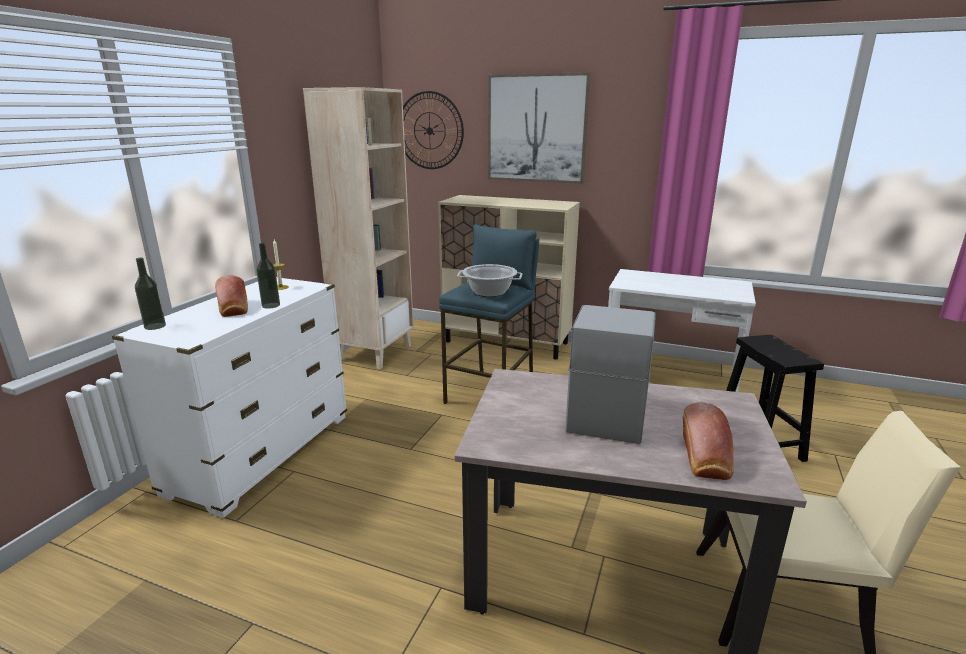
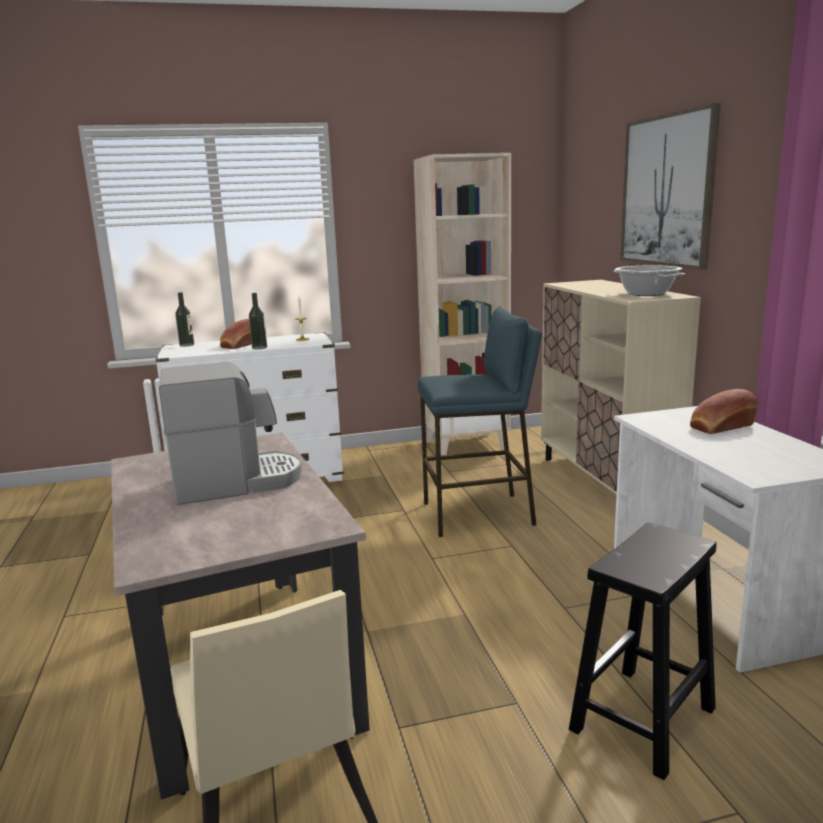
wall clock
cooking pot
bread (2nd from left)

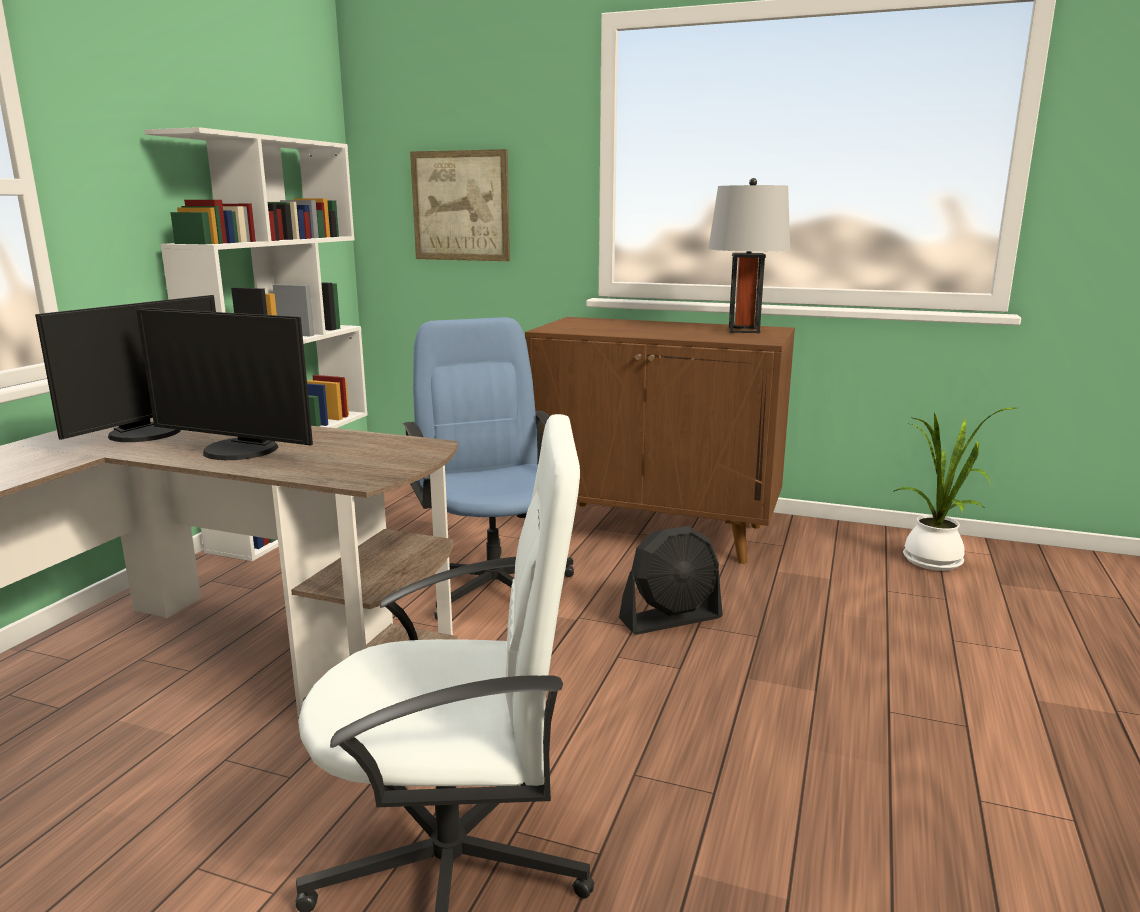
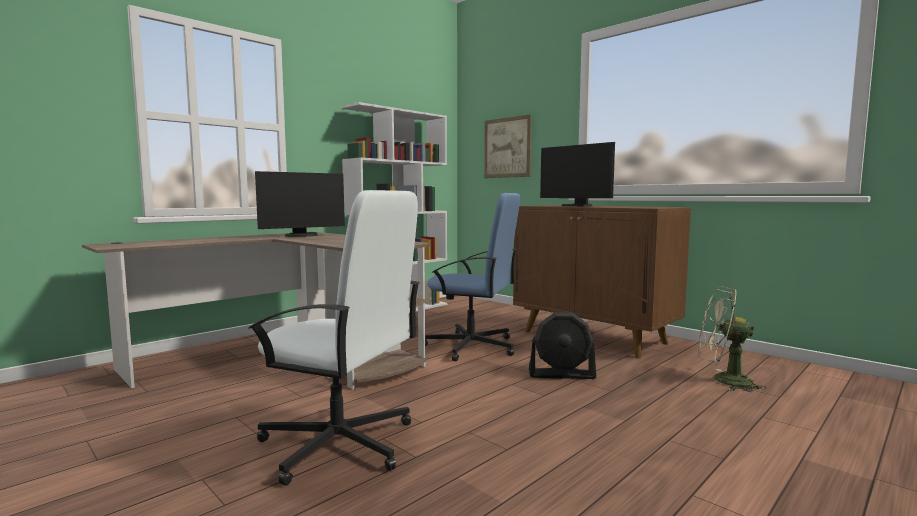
monitor (2nd from left)
blue office chair
grey table lamp
potted plant
beige fan

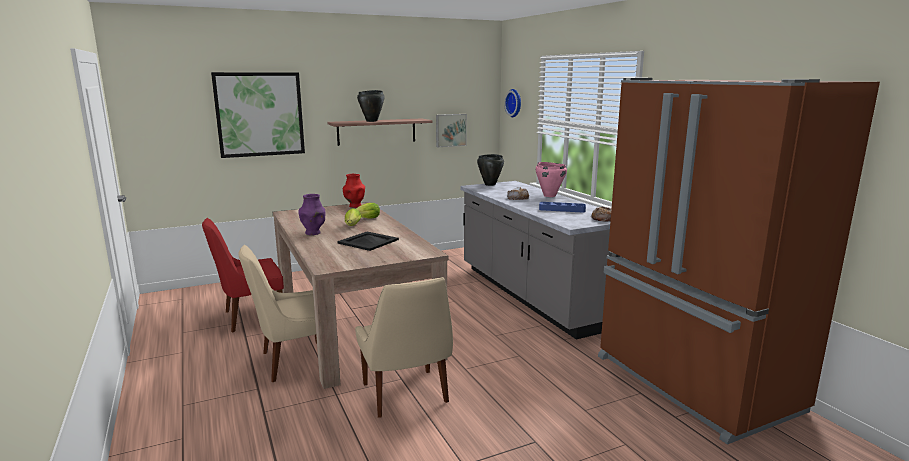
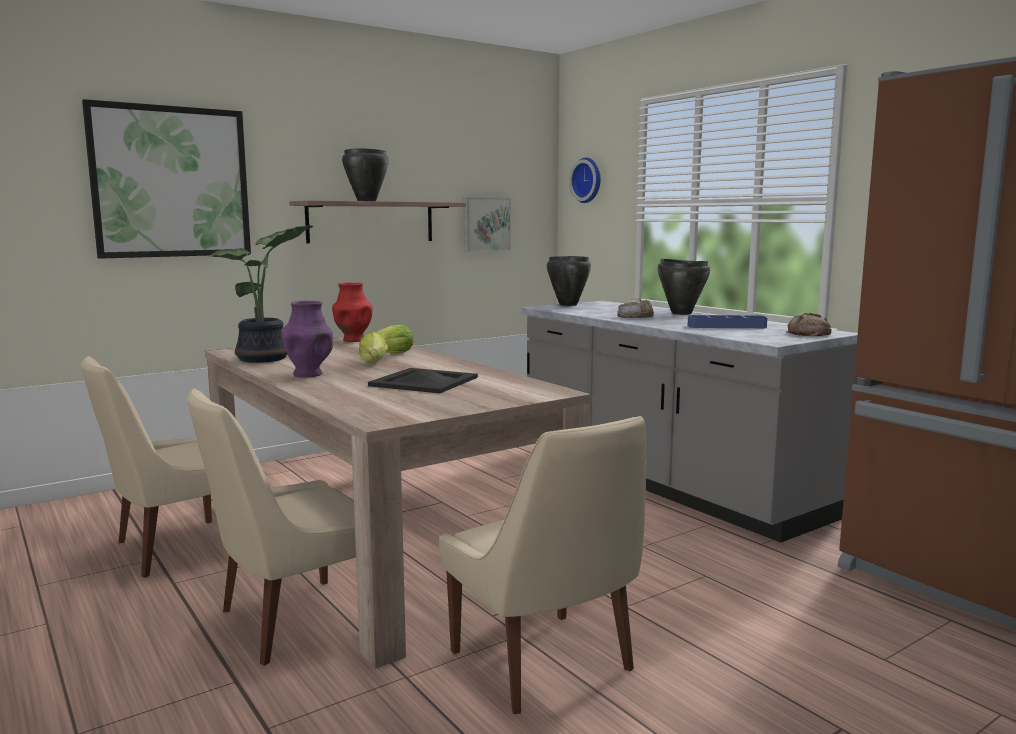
beige chair (1st from left)
black cooking pot (3rd from left)
potted plant

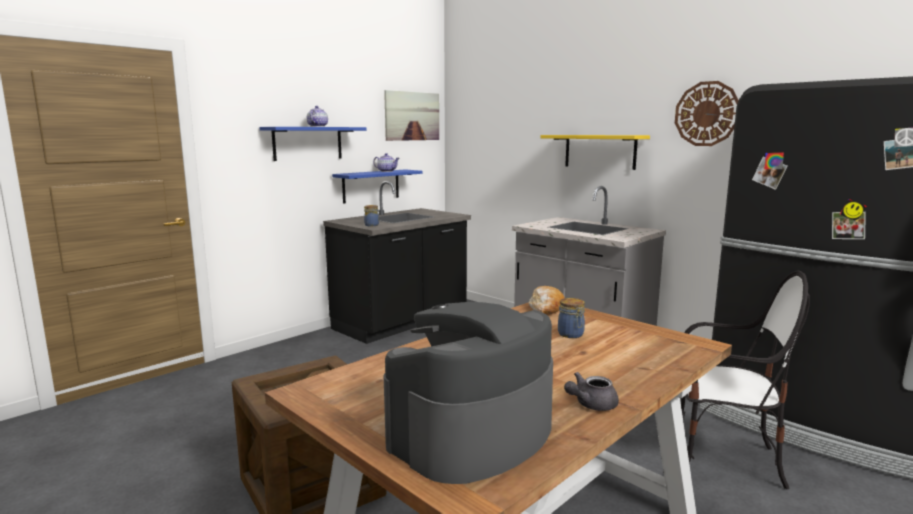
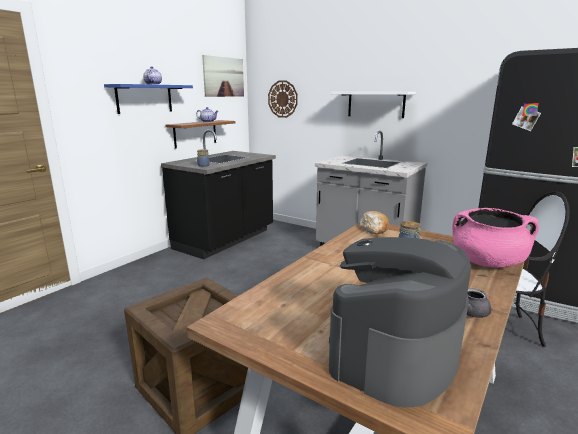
brown shelf
white shelf
wall clock
pink cooking pot

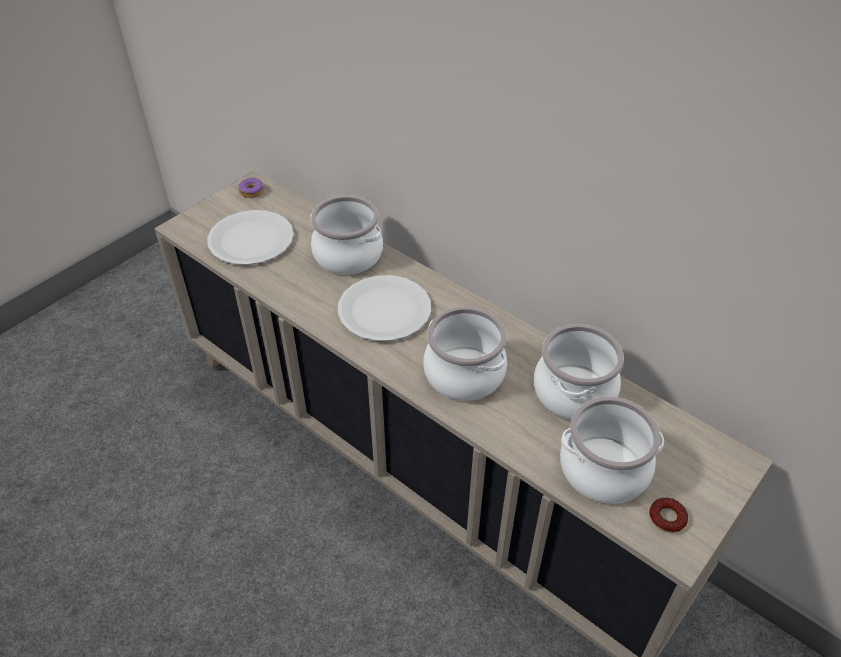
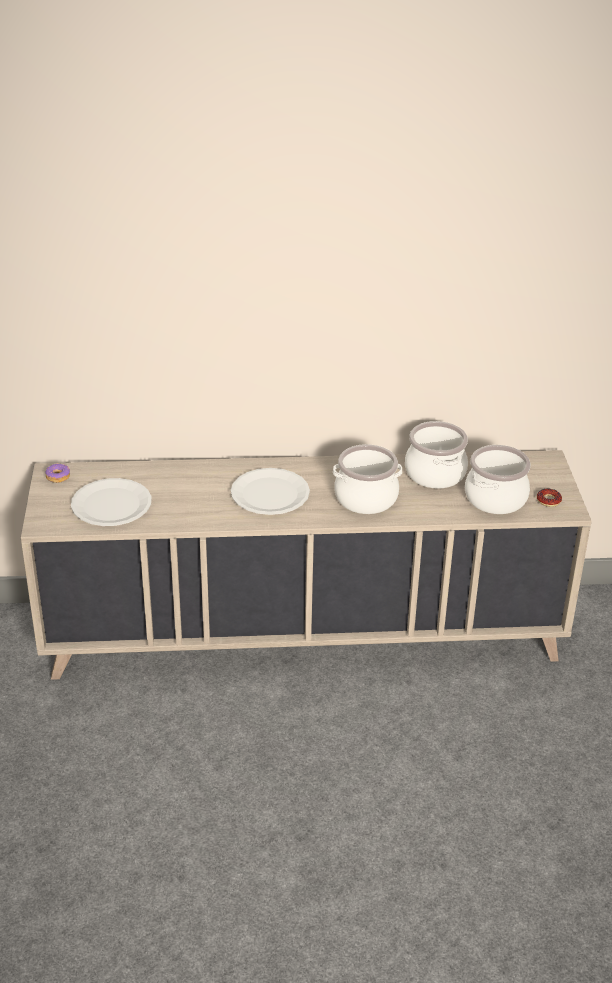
cooking pot (1st from left in the first image)

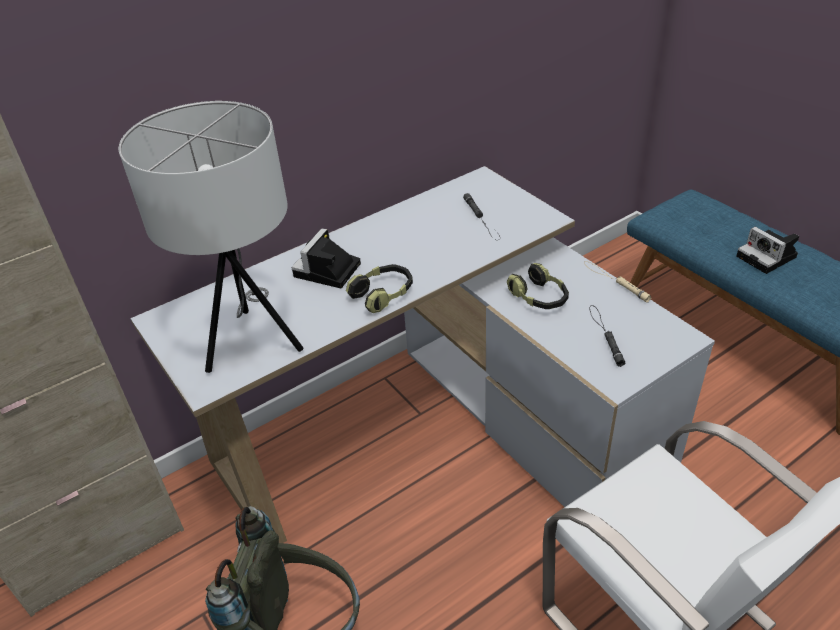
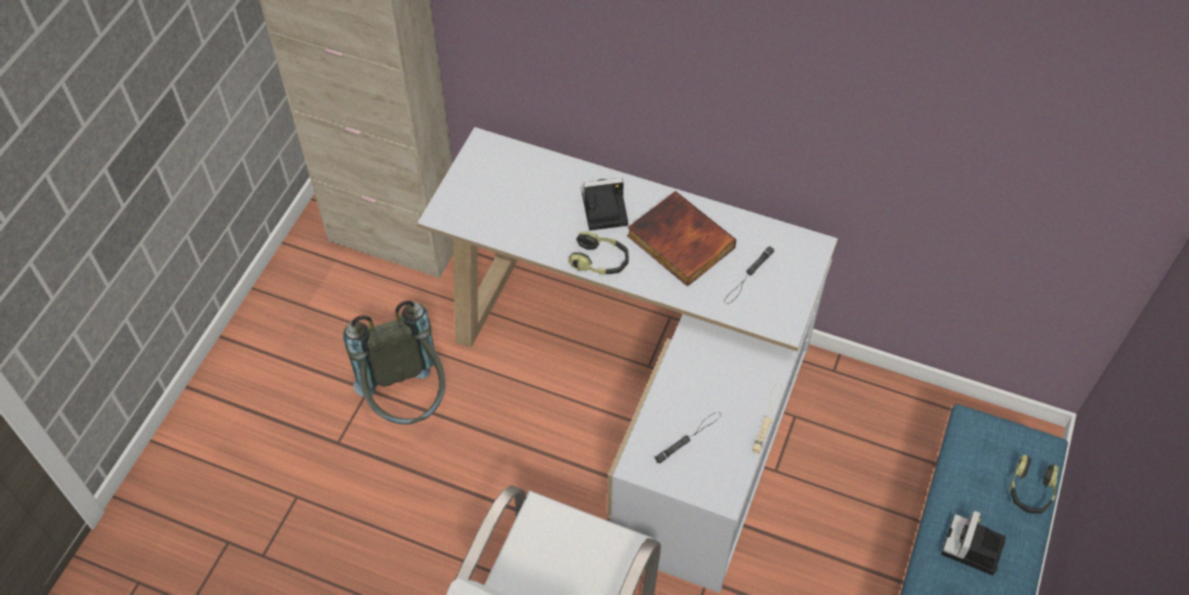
white table lamp
headphones (2nd from left)
book

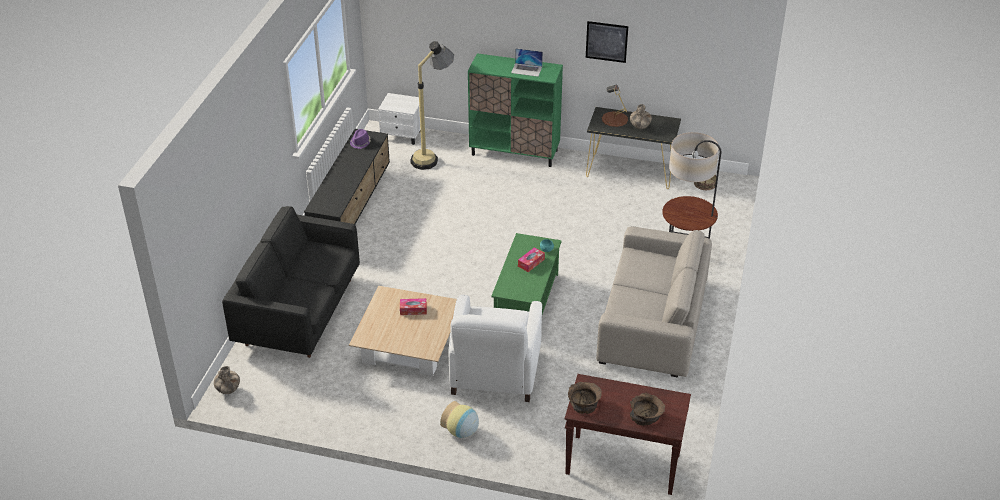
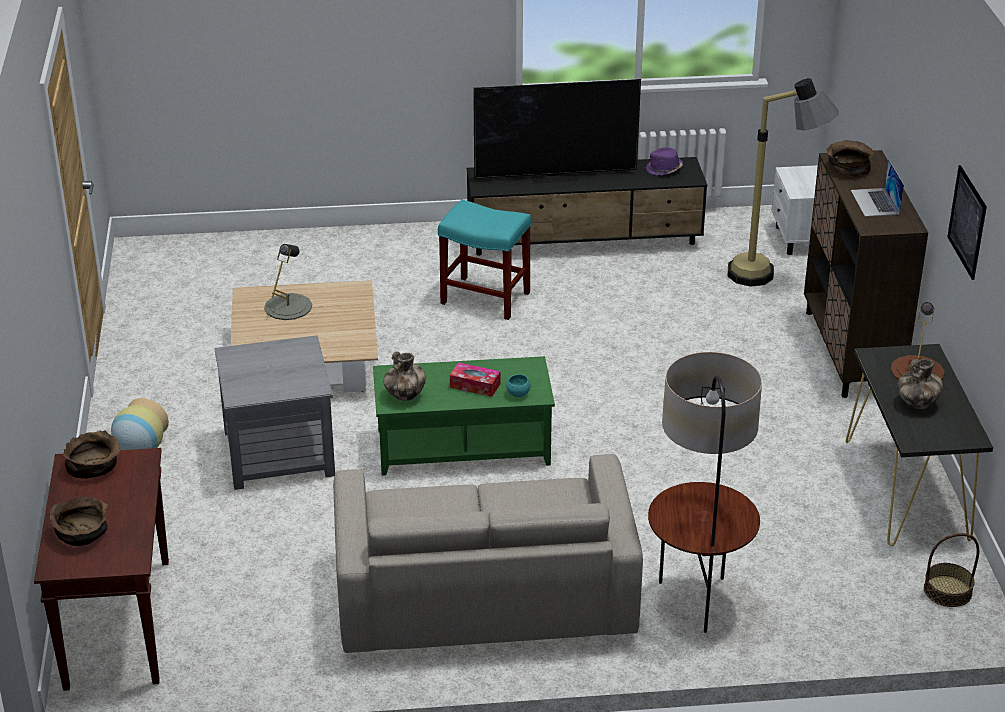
vase (2nd from left)
black sofa
tissue box (1st from left in the first image)
grey side table
brown cabinet
grey table lamp
turquoise stool
television
brown bowl (3rd from left)

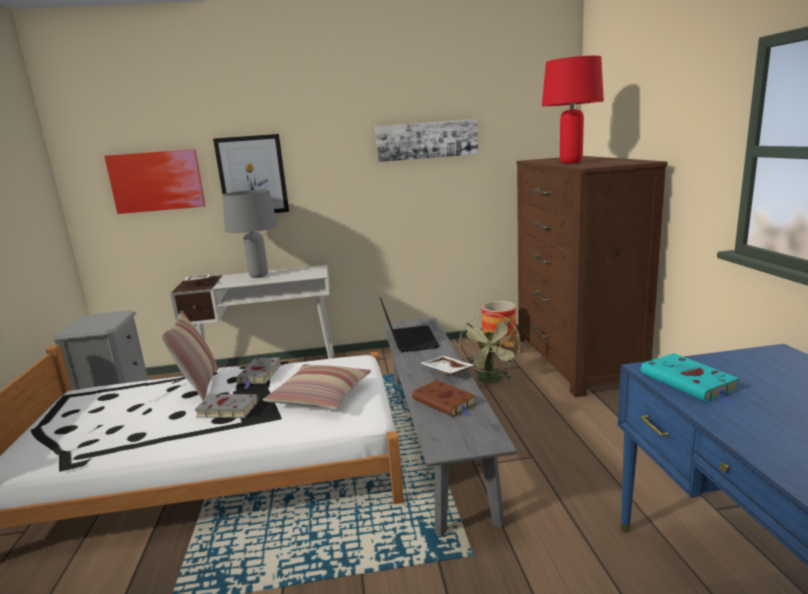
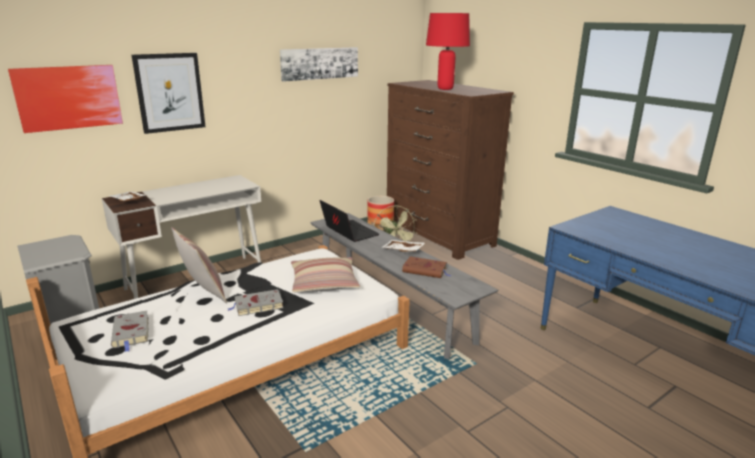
grey table lamp
grey book (1st from left)
turquoise book

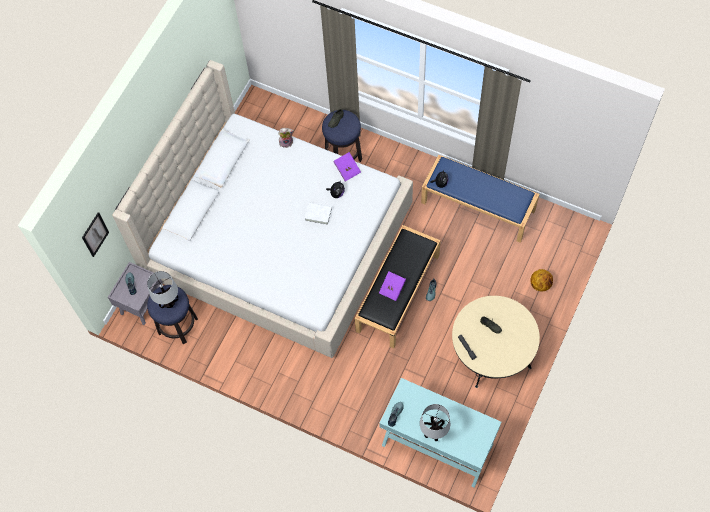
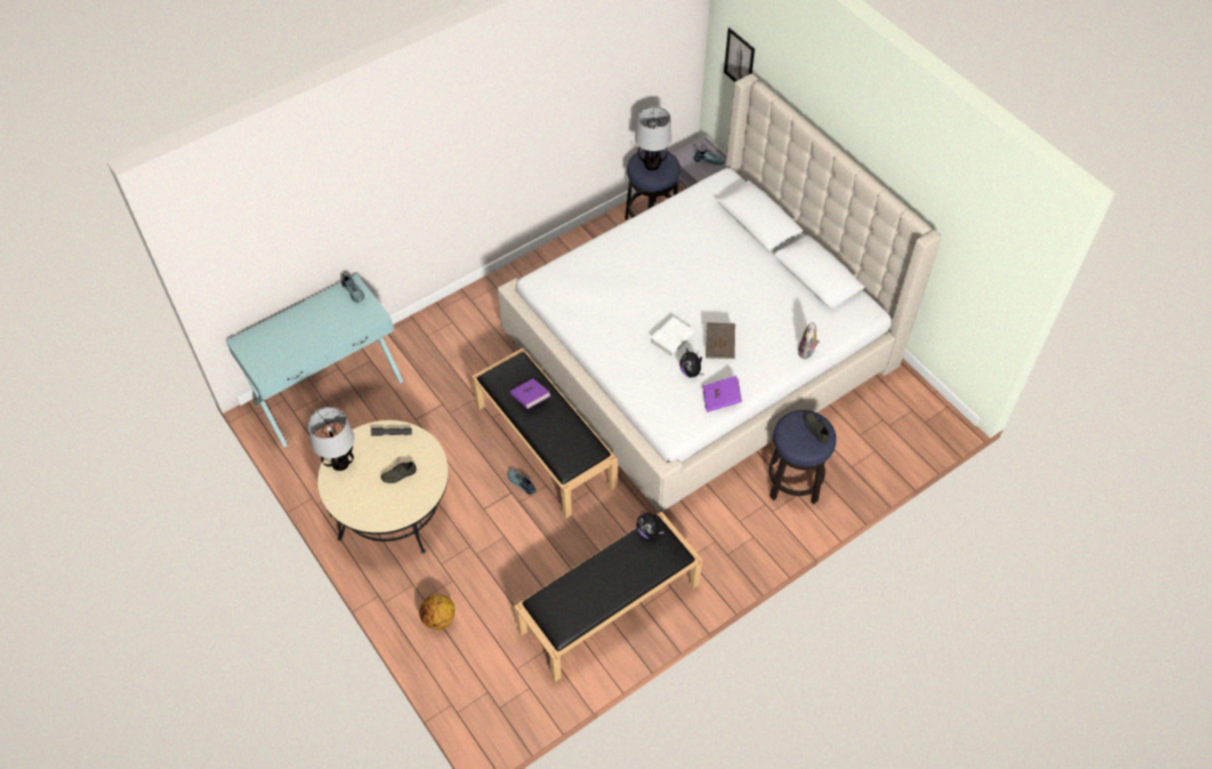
table lamp (1st from left)
black bench (2nd from left)
brown book

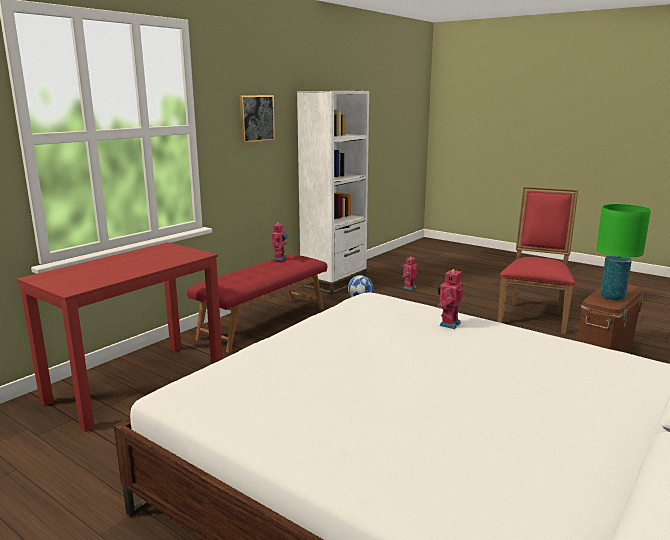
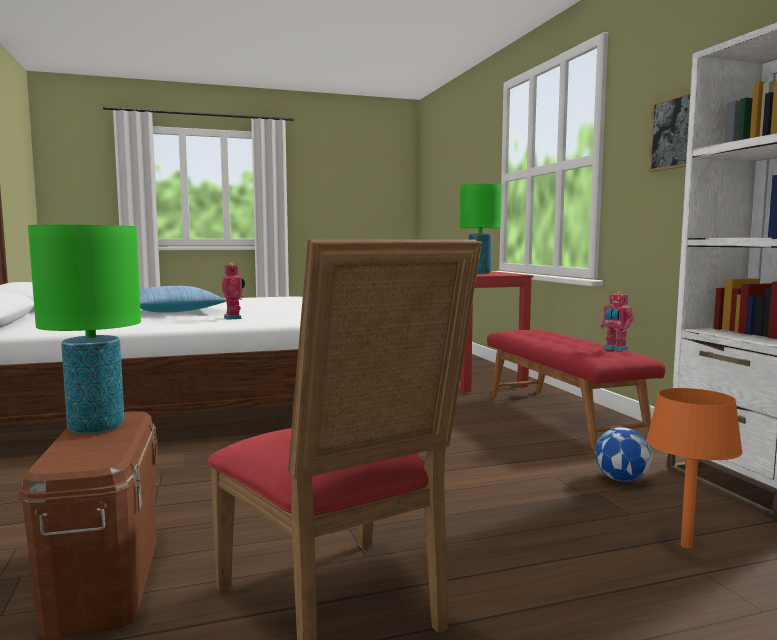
orange table lamp
pillow
green table lamp (2nd from left)

